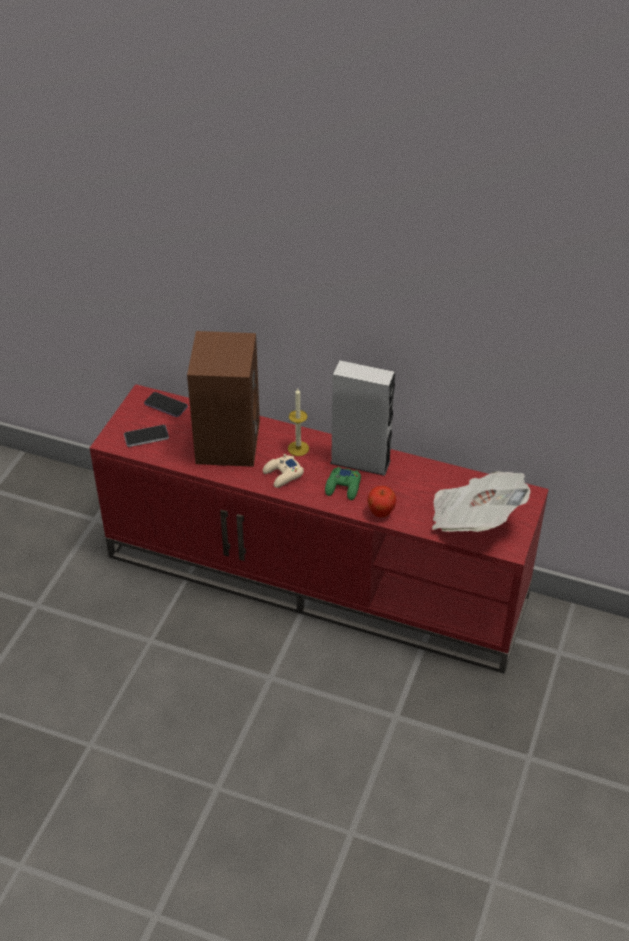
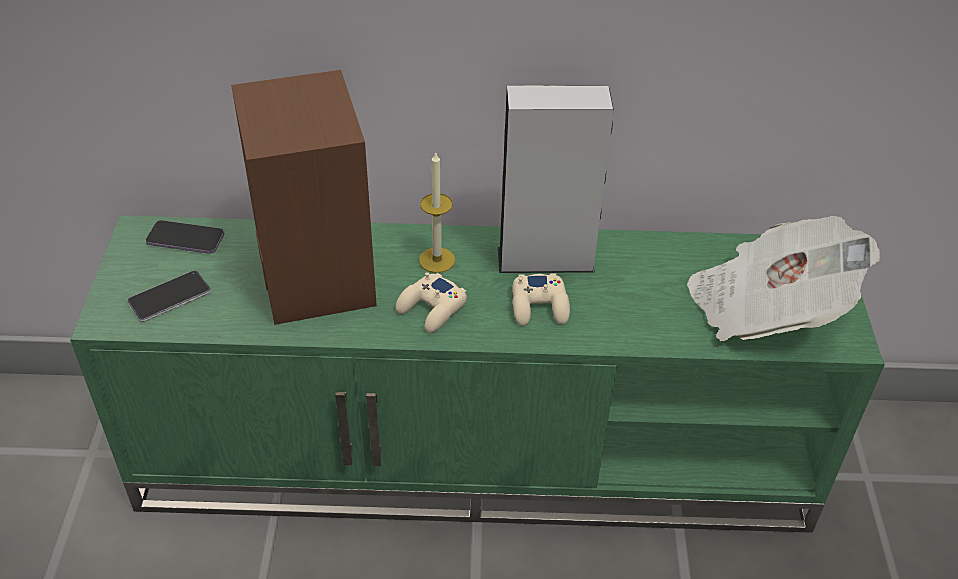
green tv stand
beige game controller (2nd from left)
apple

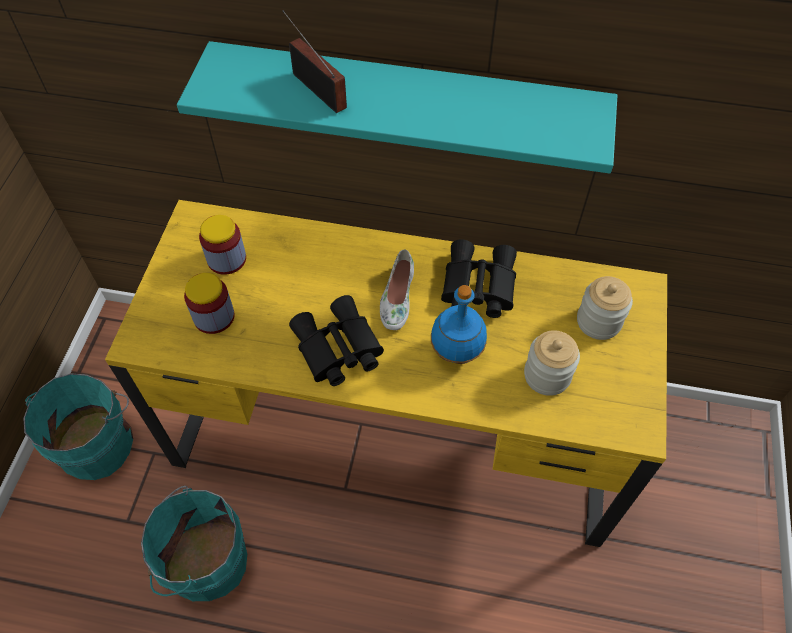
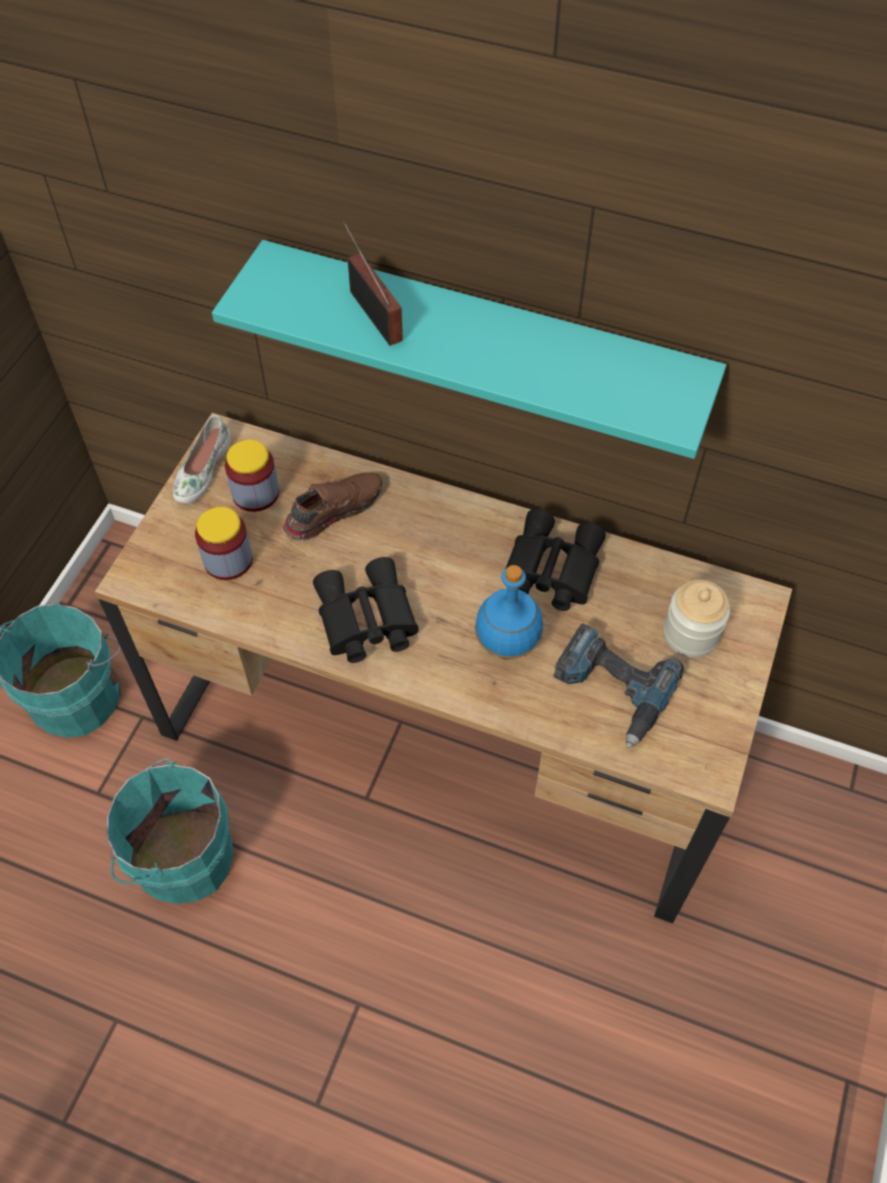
brown desk
white shoe
power drill
brown shoe

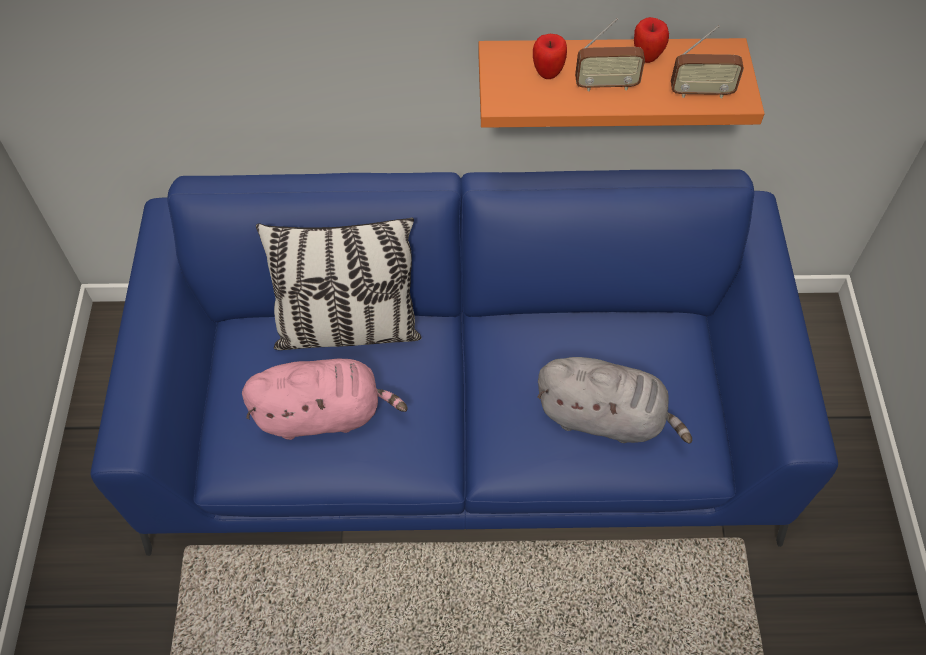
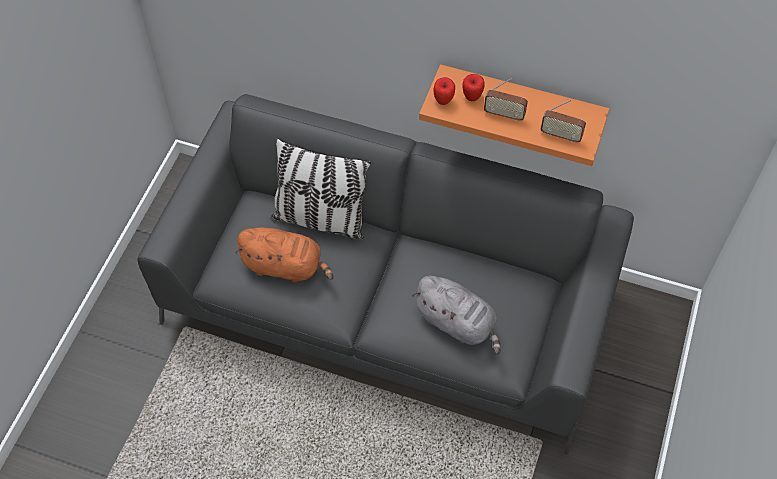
grey sofa
orange plush toy
apple (1st from left)

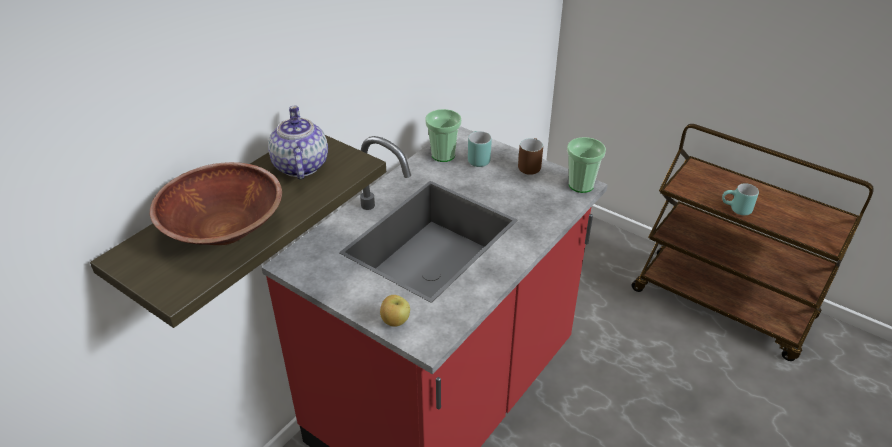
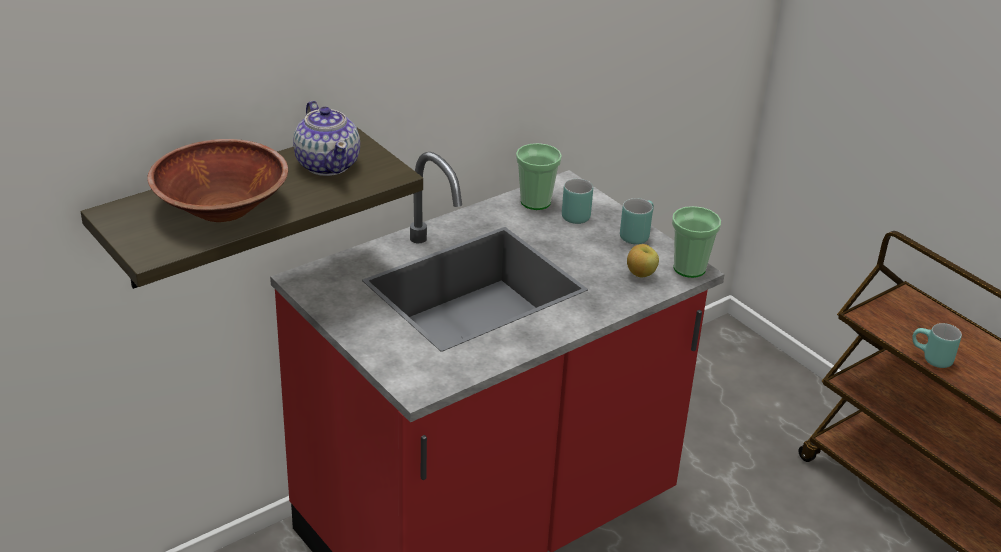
teapot
apple
turquoise mug (2nd from left)

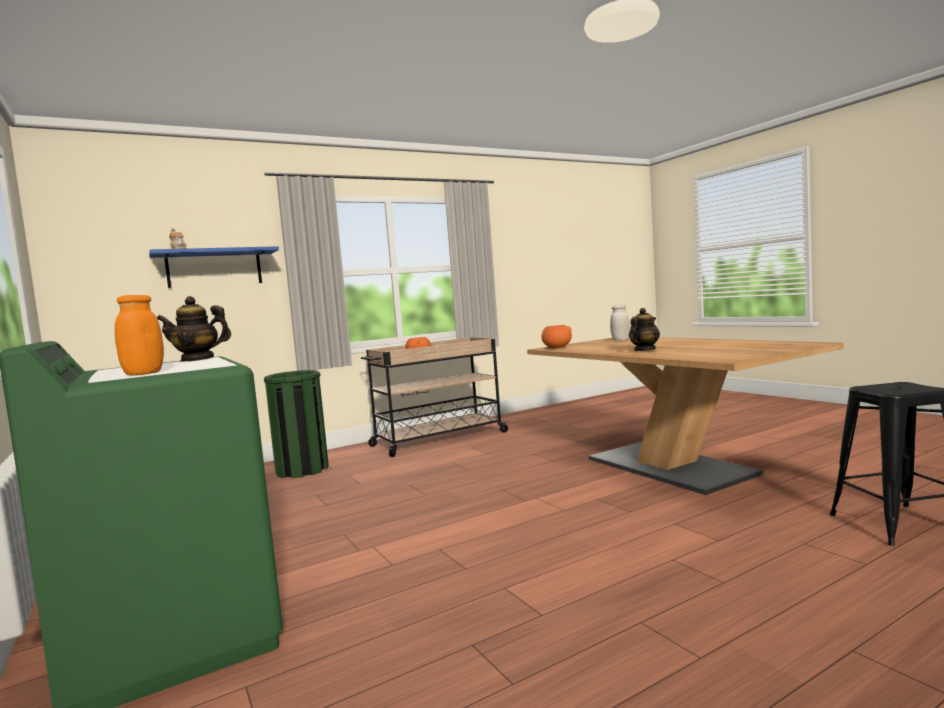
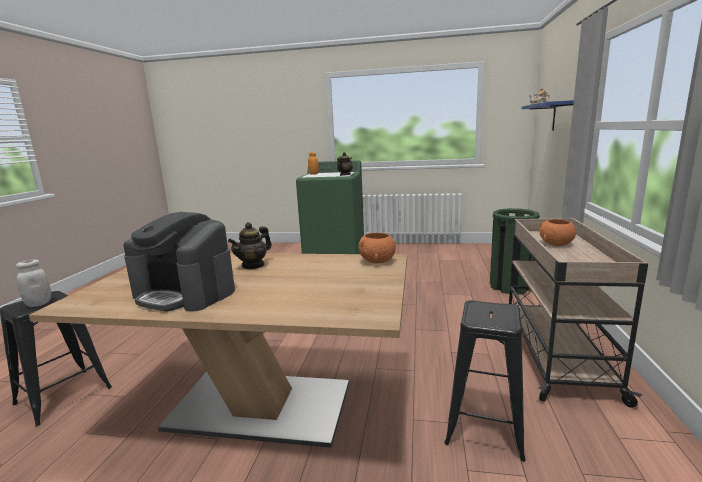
white jar
teapot (1st from left)
coffee machine
black stool (2nd from left)

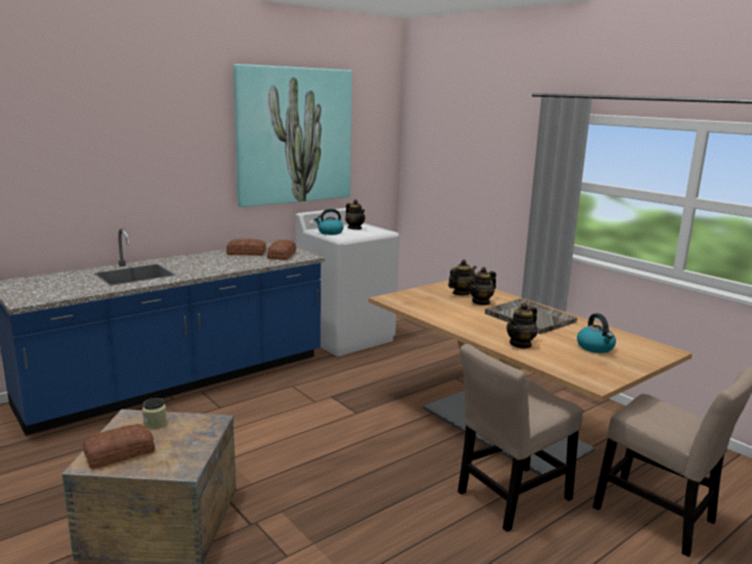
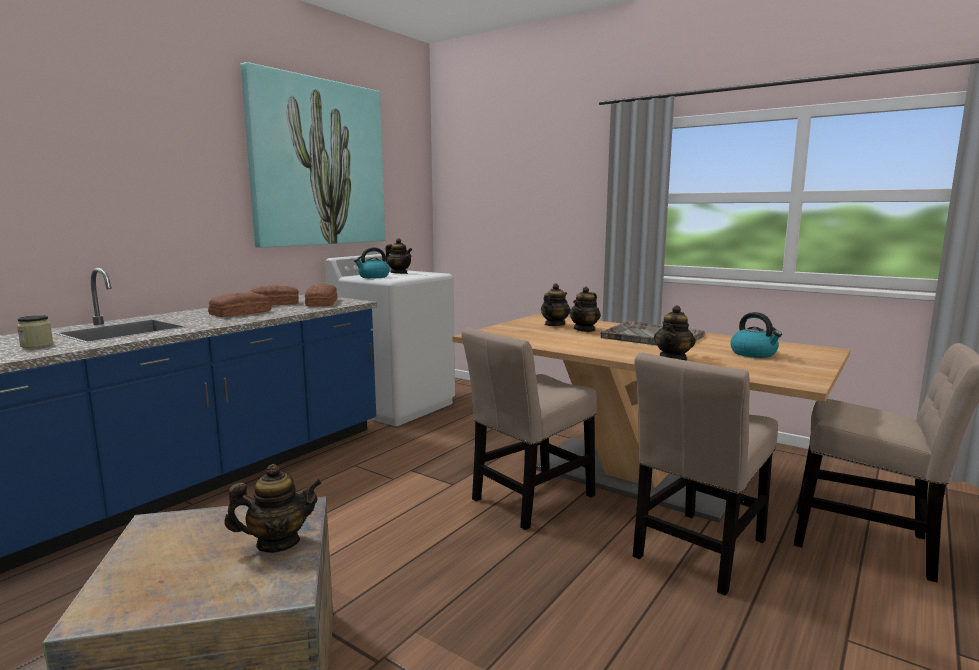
bread (1st from left)
jar
teapot (1st from left)
beige chair (1st from left)

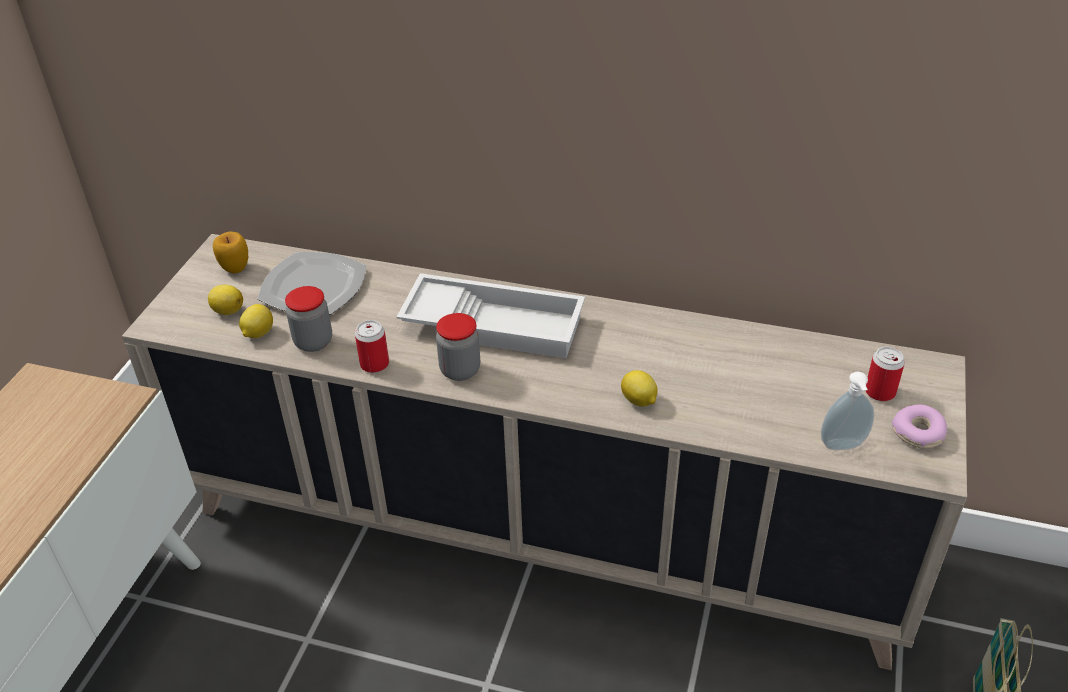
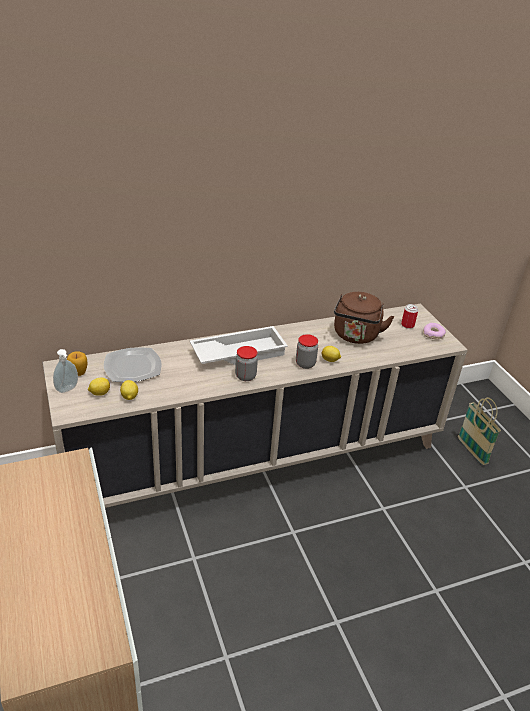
jar (2nd from left)
can (1st from left in the first image)
soap dispenser
brown kettle

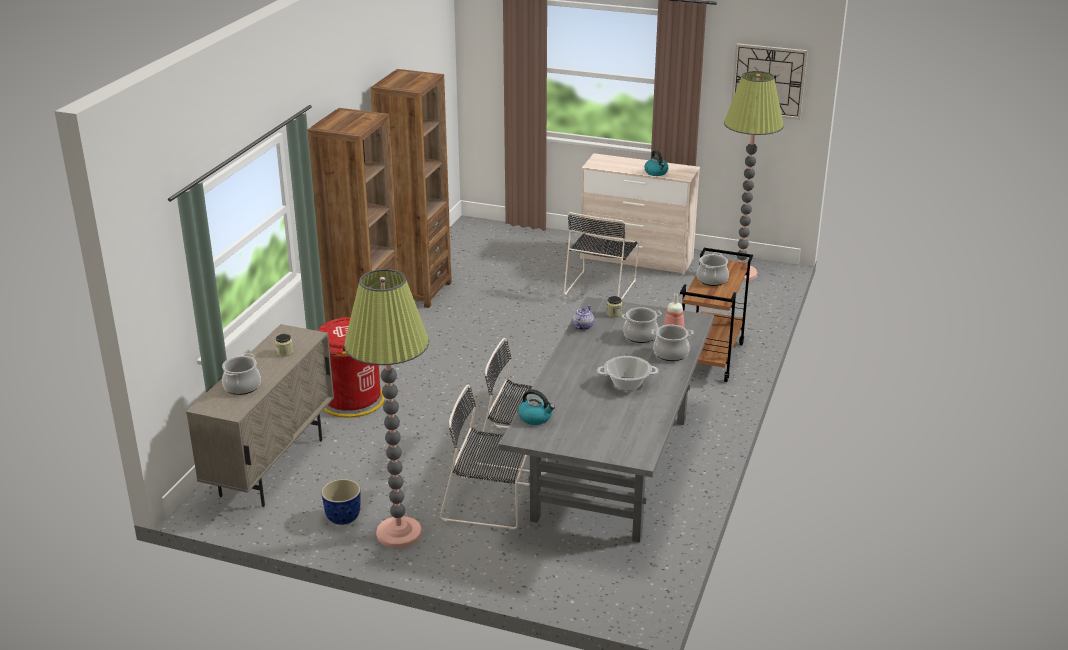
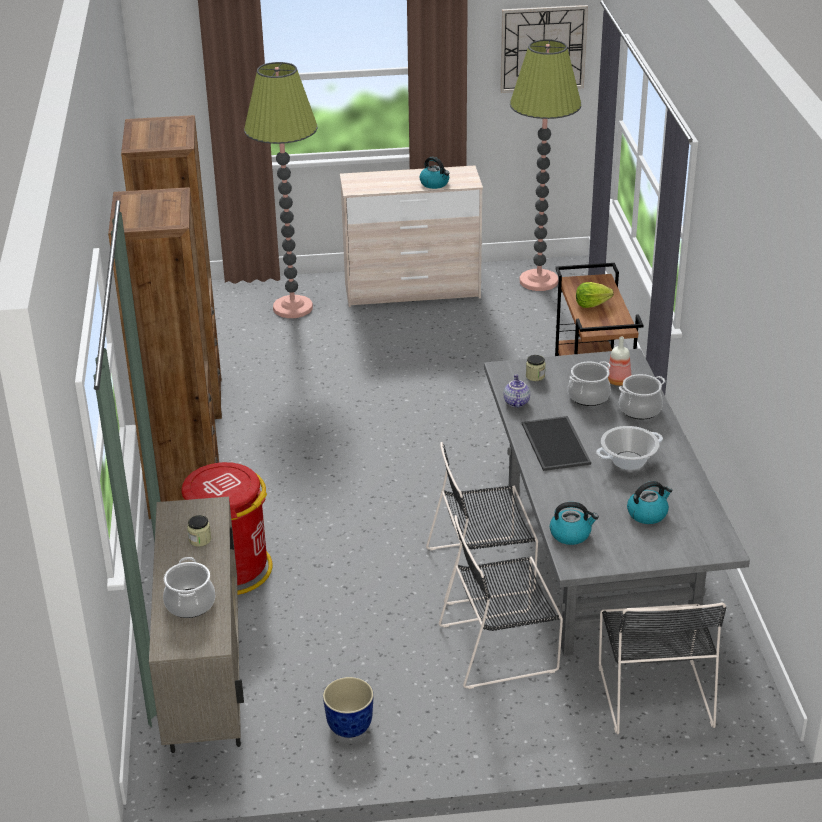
floor lamp (1st from left)
black chair (3rd from left)
lettuce
tray
kettle (3rd from left)

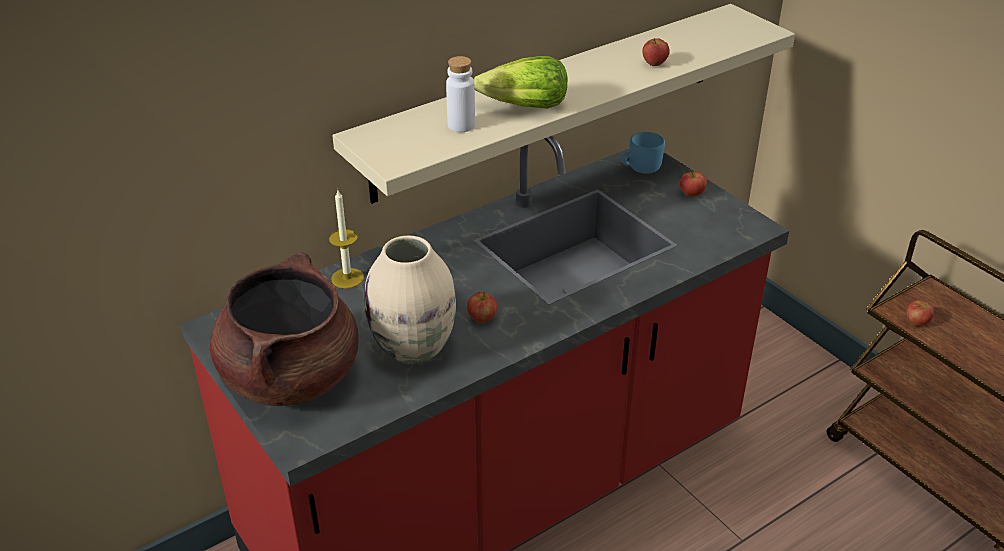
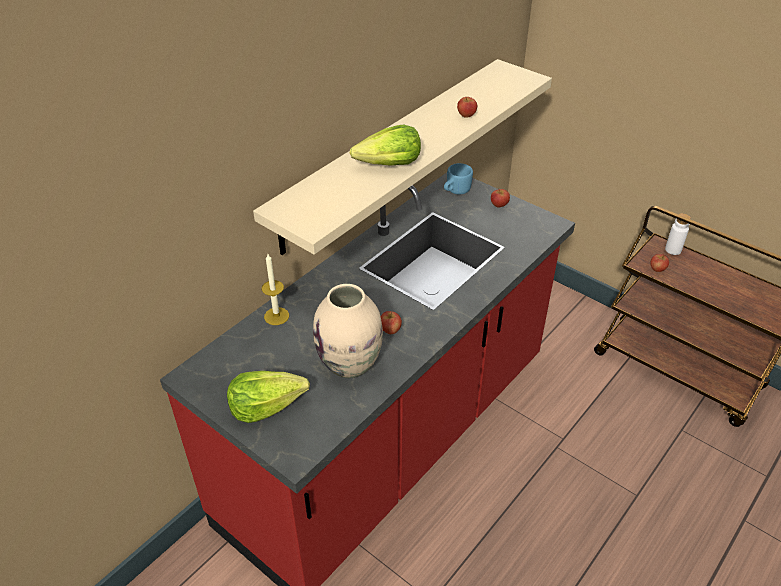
lettuce (1st from left)
white bottle

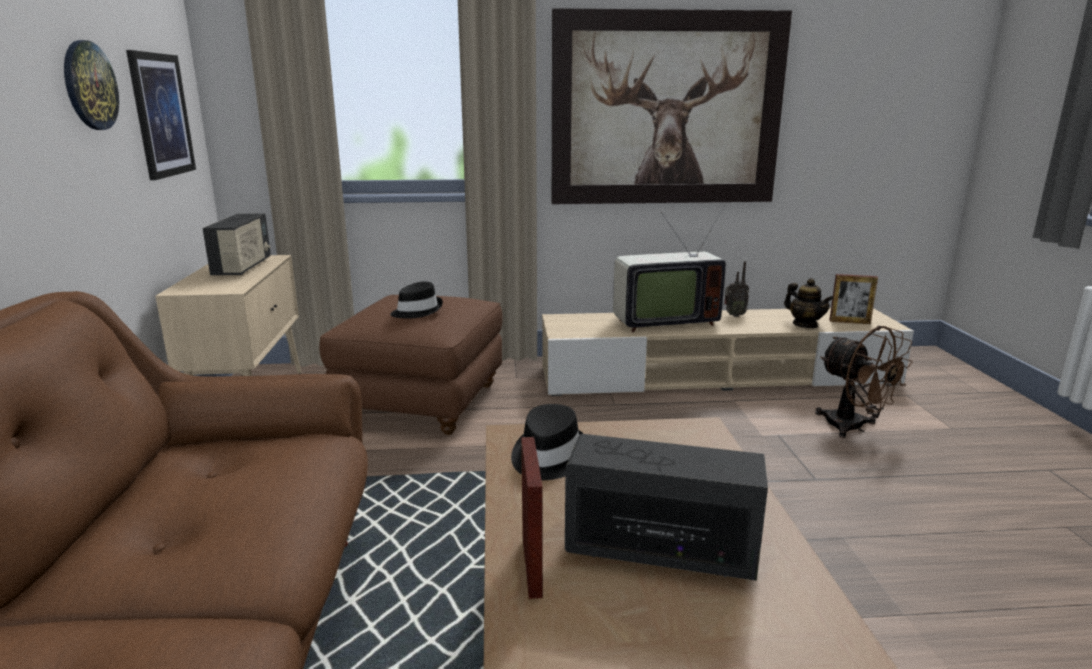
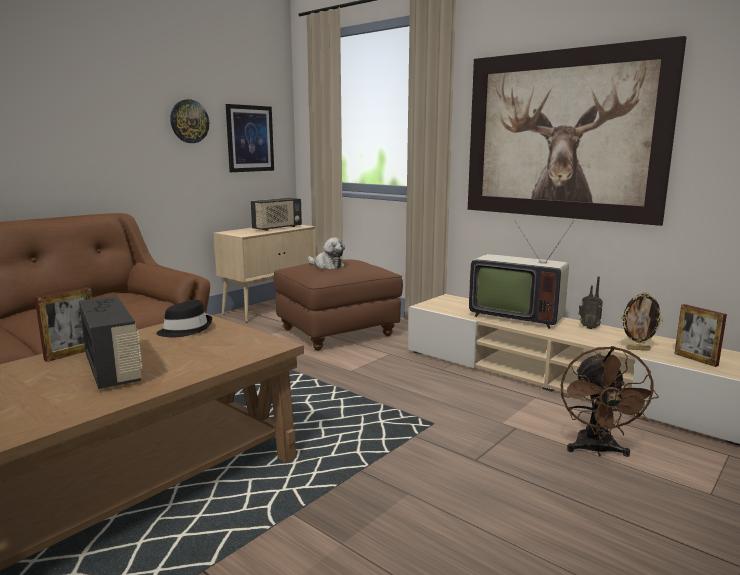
plush toy
picture frame (2nd from left)

